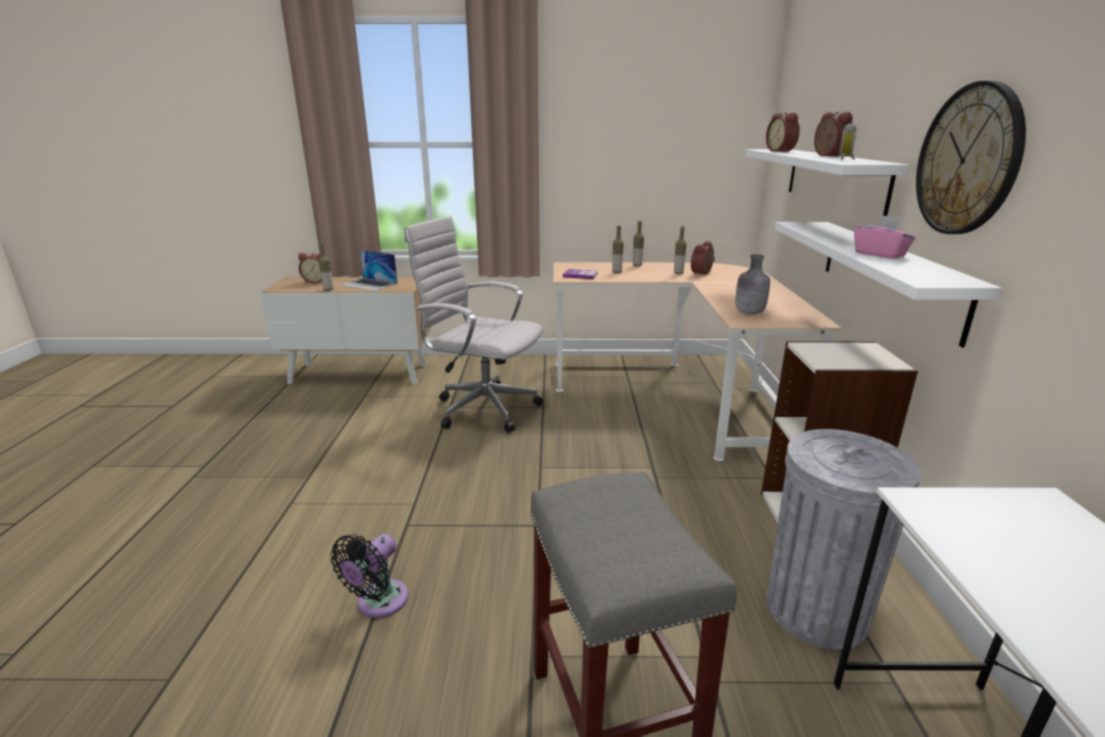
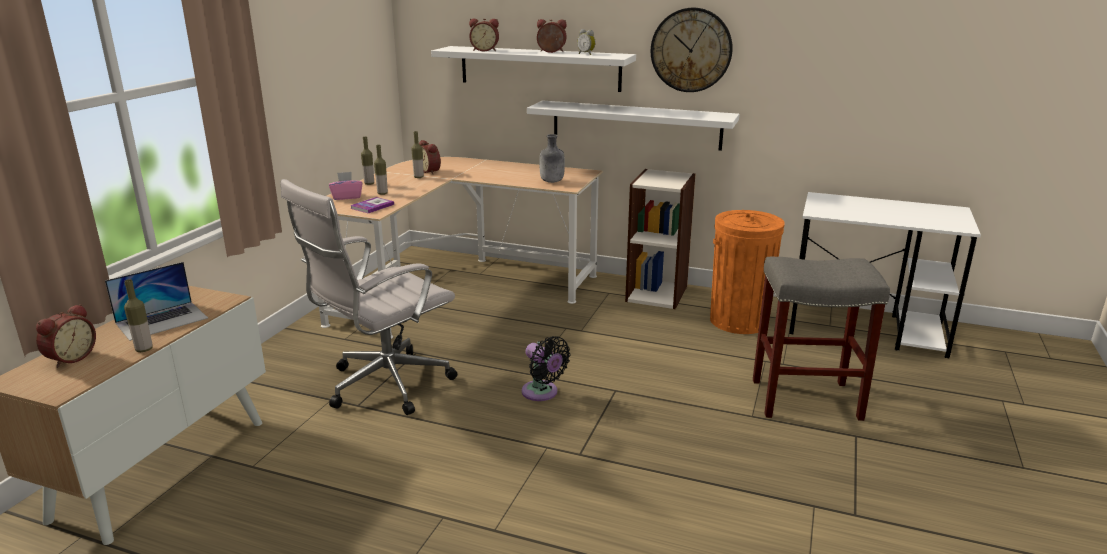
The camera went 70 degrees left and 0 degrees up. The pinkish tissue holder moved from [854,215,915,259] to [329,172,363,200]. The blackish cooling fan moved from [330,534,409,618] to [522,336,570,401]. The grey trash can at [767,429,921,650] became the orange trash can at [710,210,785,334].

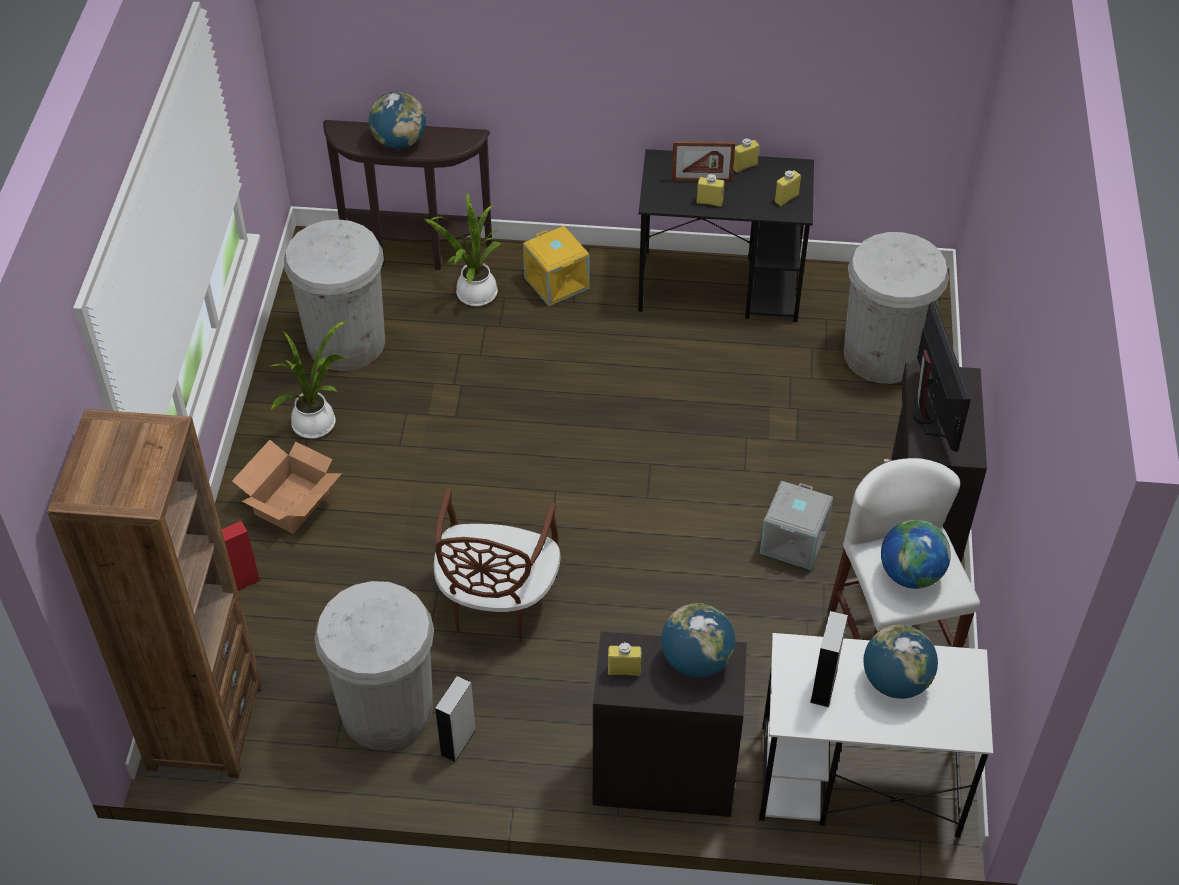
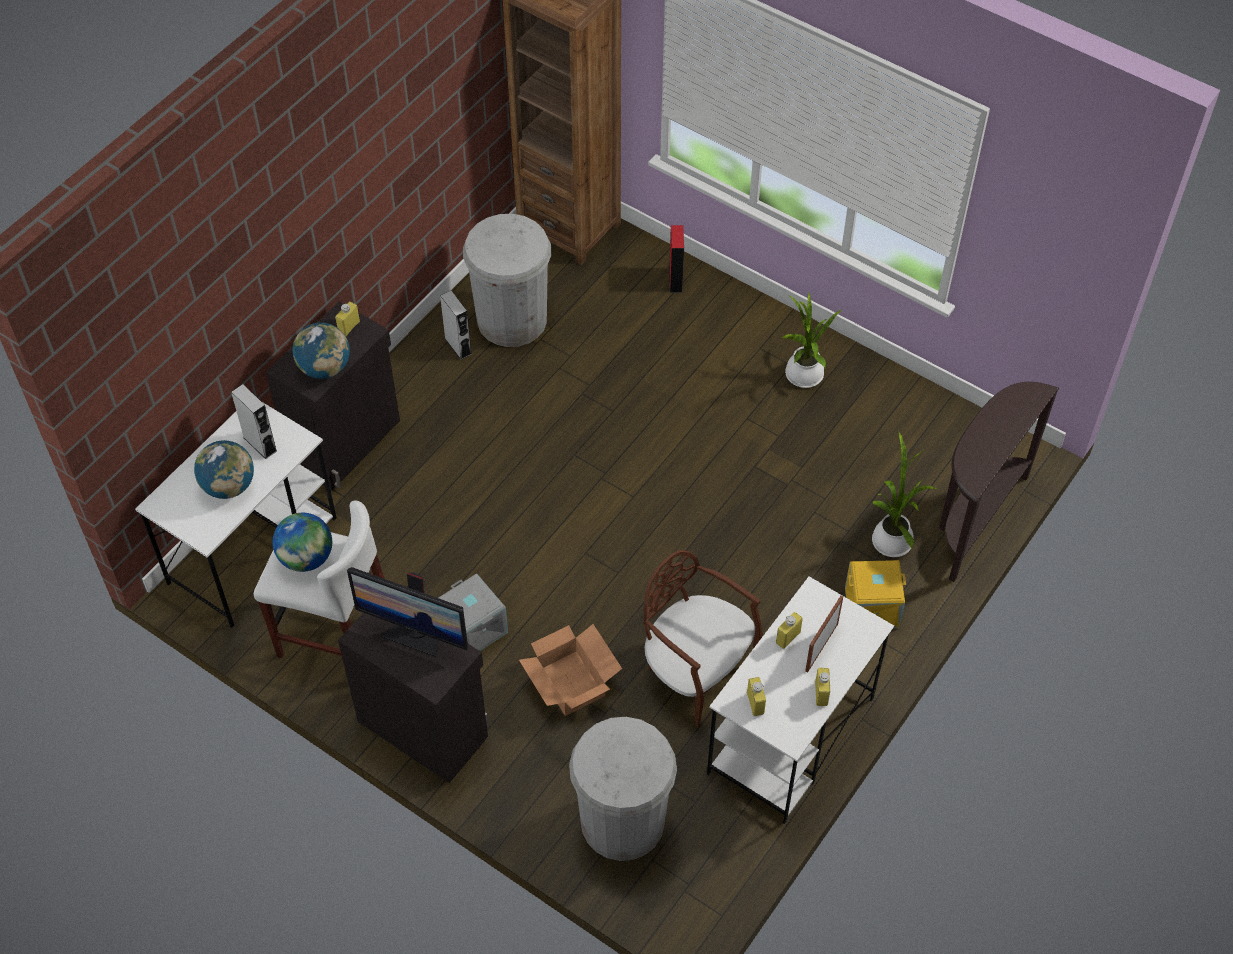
The camera went 120 degrees right and 5 degrees up. The cardboard box moved from [232,440,342,534] to [519,624,622,716]. The brownish chair moved from [433,488,561,642] to [644,550,763,727]. The blackish desk table at [638,149,814,322] became the whitish desk table at [707,576,894,824]. The whitish trash can at [284,219,385,371] disappeared. The world globe at [369,91,426,149] disappeared.

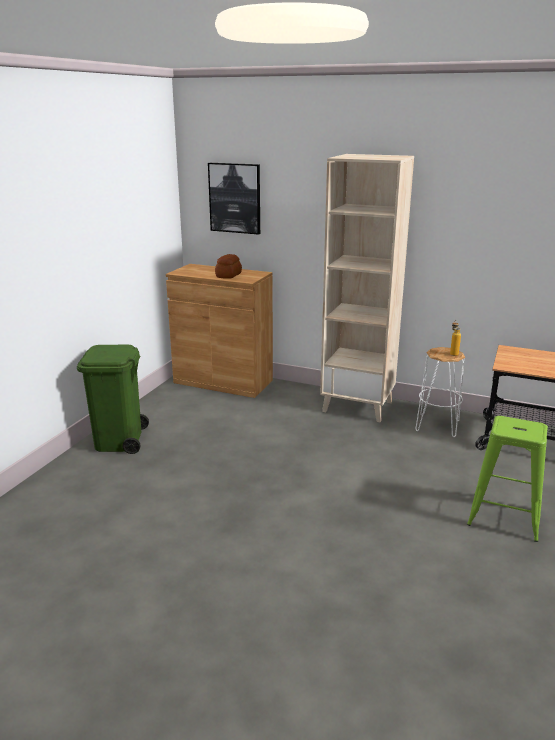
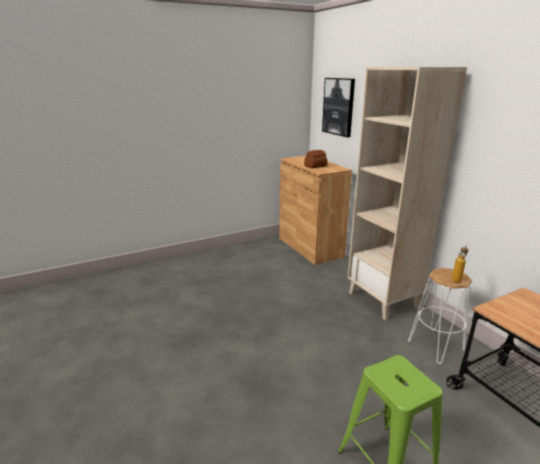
The camera went 40 degrees right and 0 degrees up. The greenish trash can at [77,345,149,454] disappeared.

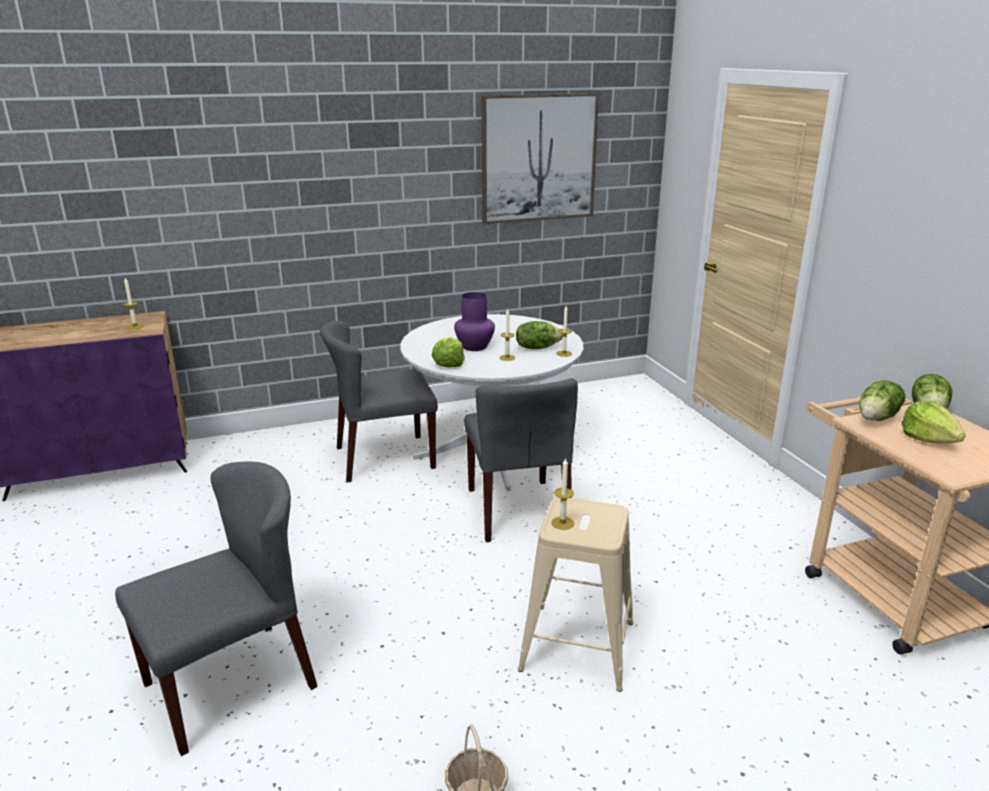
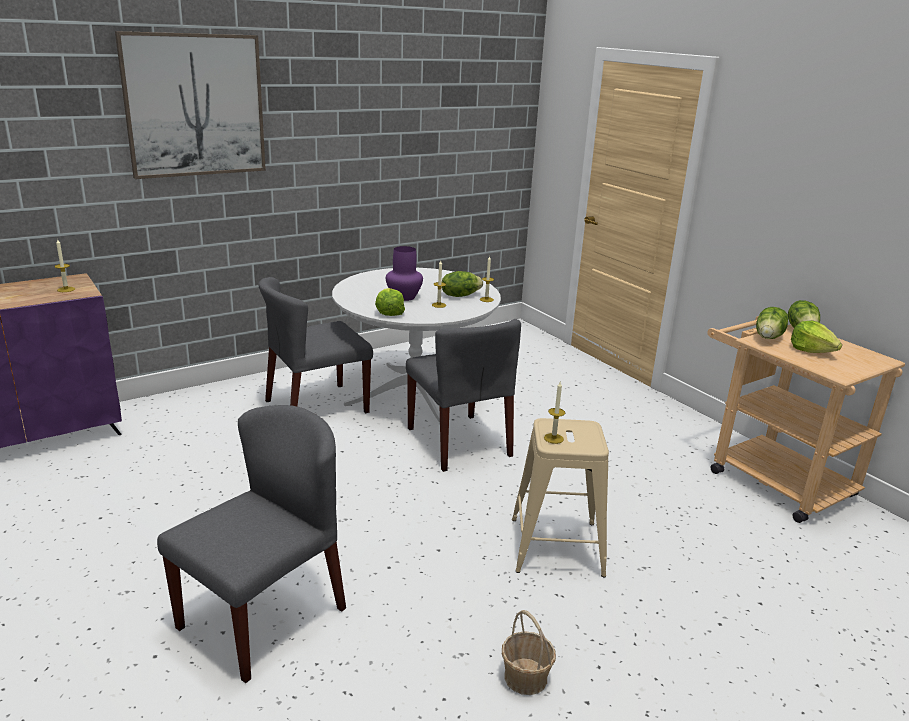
The camera went 15 degrees left and 0 degrees up. The wall picture moved from [482,93,599,224] to [115,31,266,179].

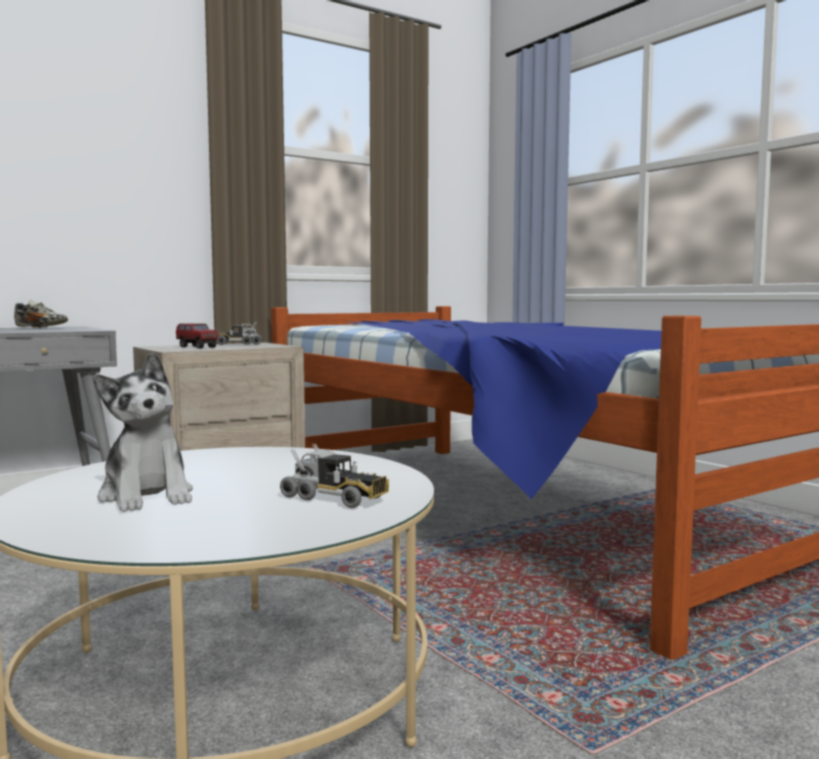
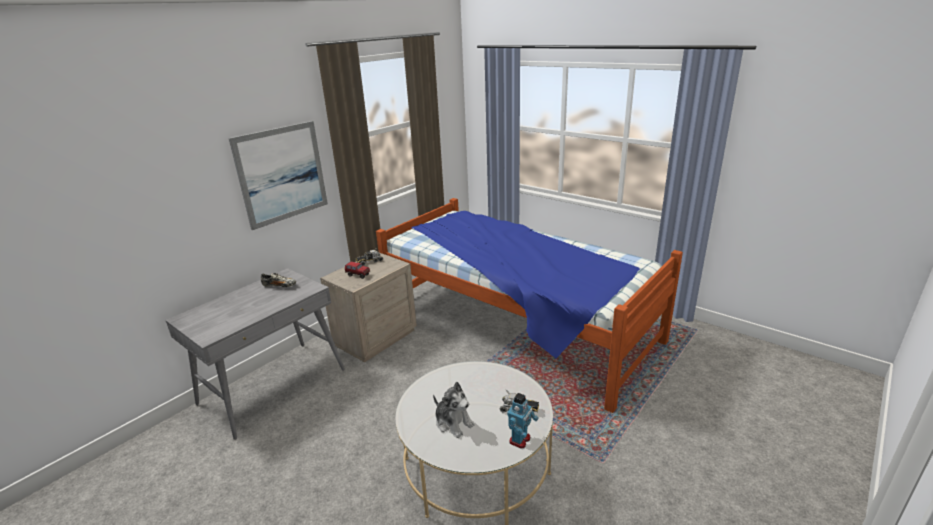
The camera went 15 degrees left and 20 degrees up. The wall picture at [229,121,328,230] appeared. The toy robot at [507,393,538,449] appeared.

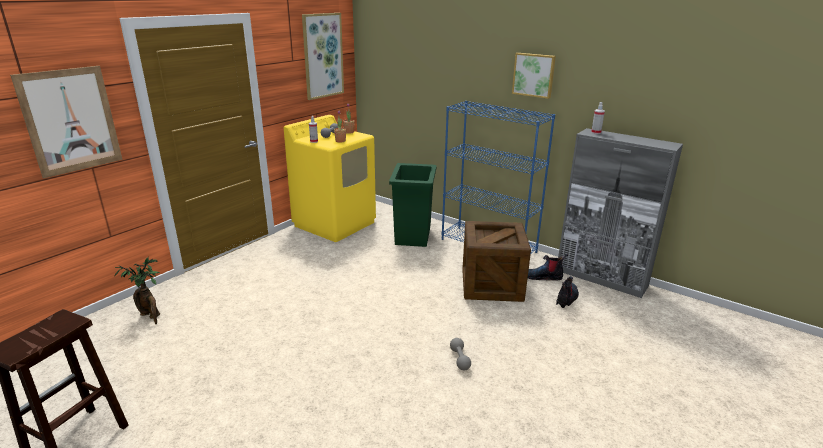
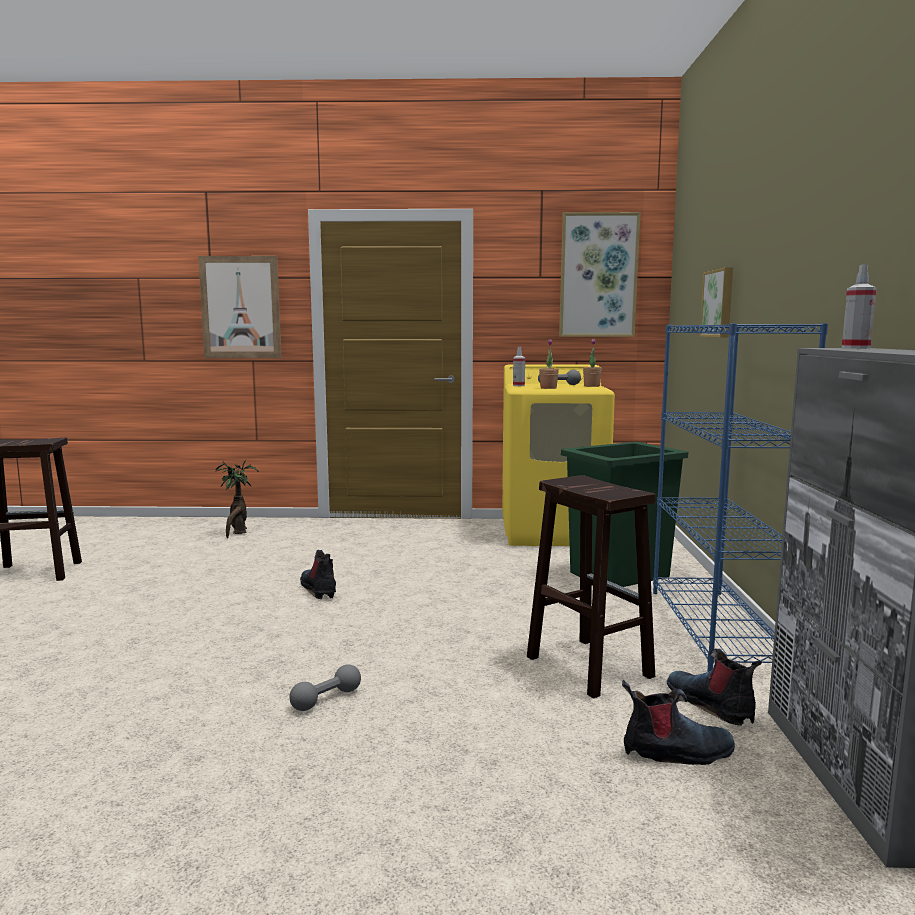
The camera went 55 degrees right and 15 degrees down. The high-top boot at [300,550,336,599] appeared. The packing crate at [462,221,531,302] was replaced by the brownish sitting stool at [527,475,656,699]. The wall picture moved from [512,53,556,99] to [700,267,733,337].

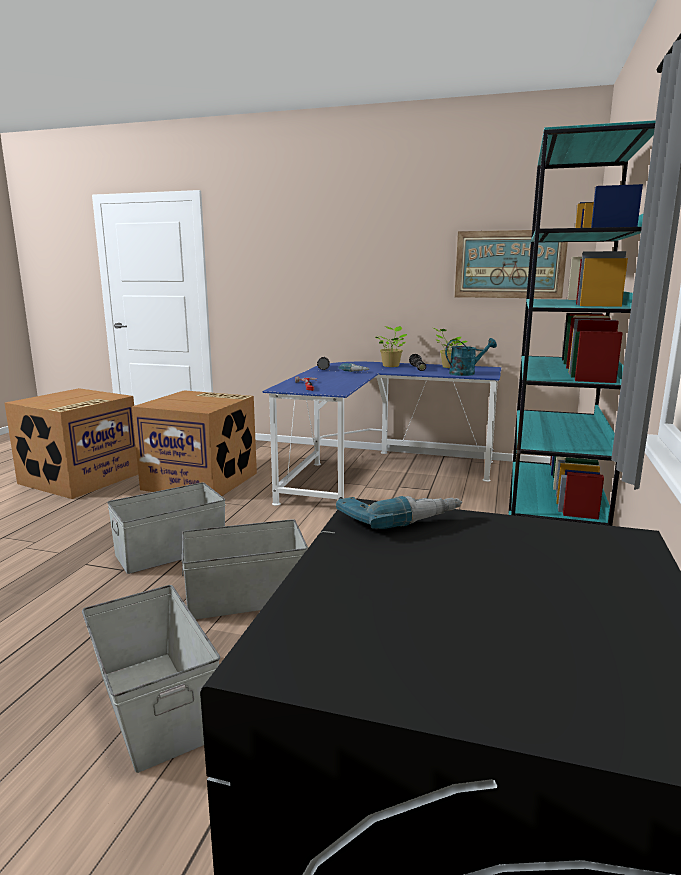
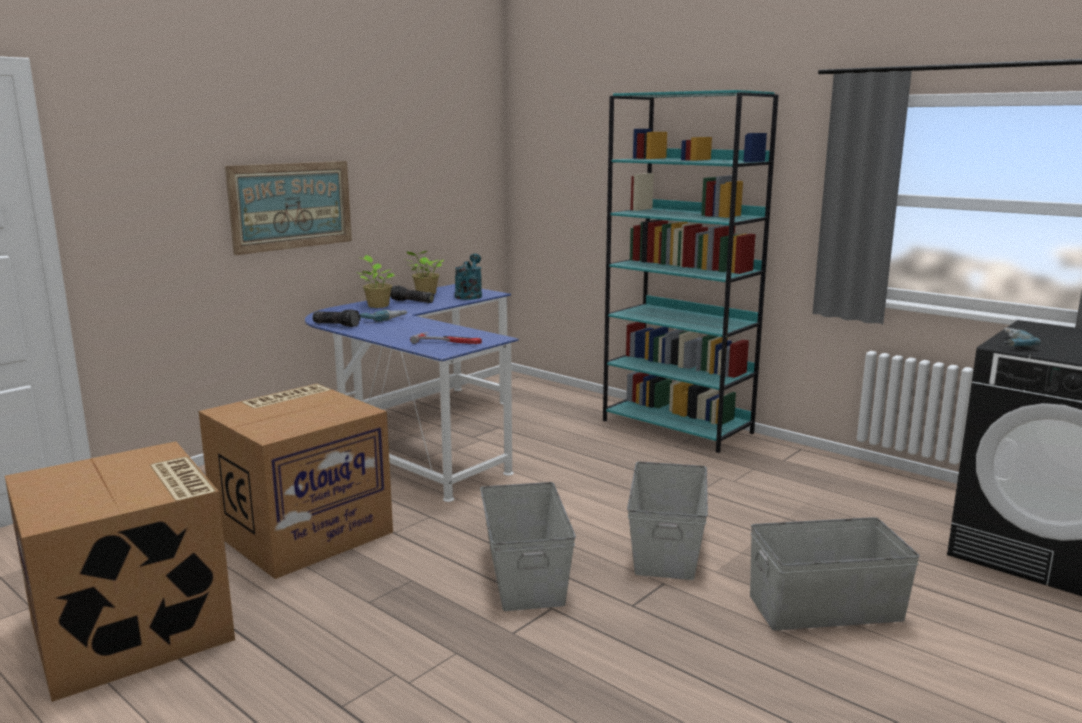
The camera went 65 degrees left and 0 degrees up. The wall picture moved from [455,230,568,299] to [225,161,352,255].

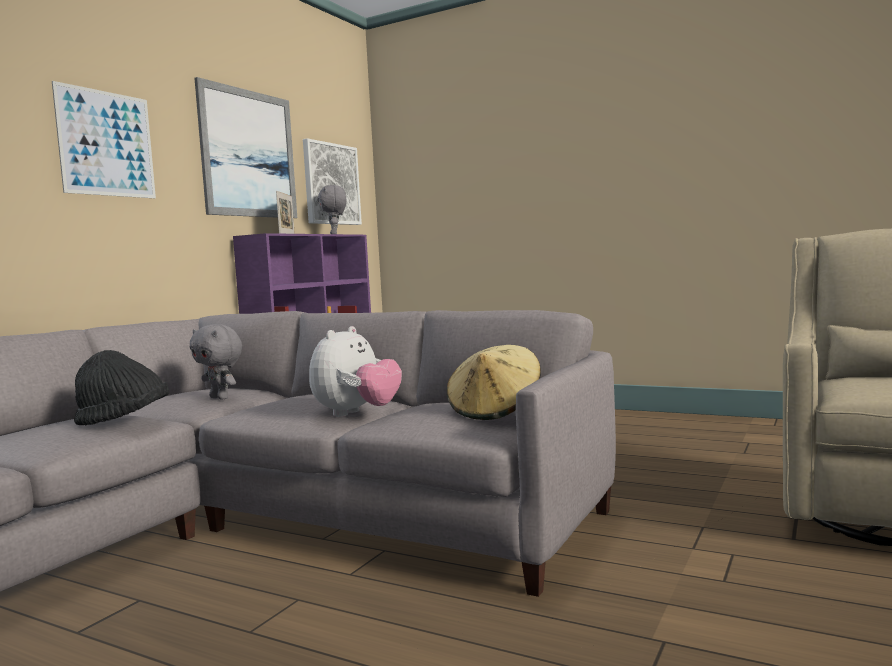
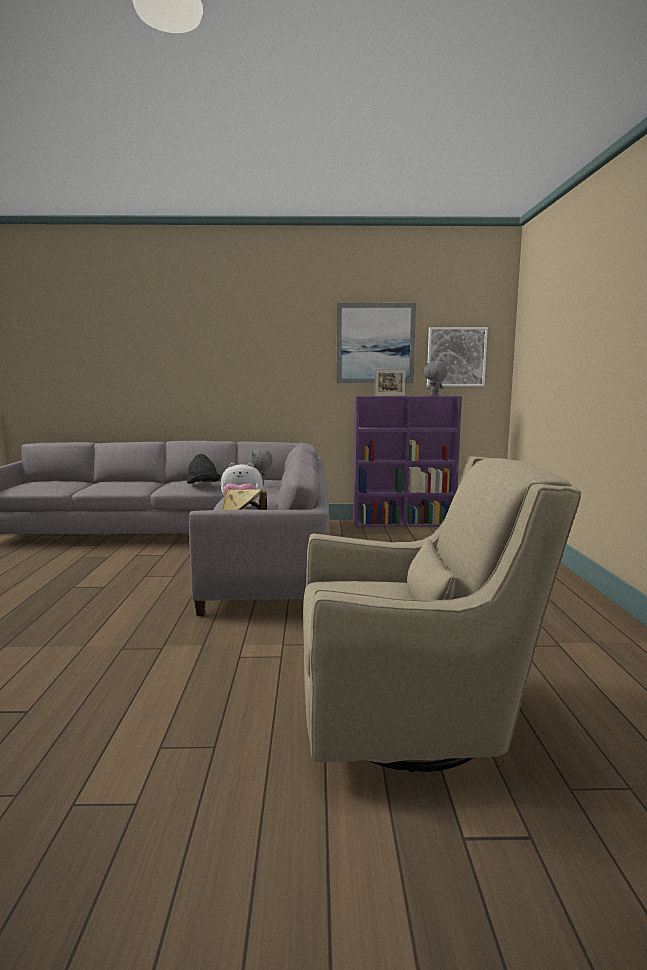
The camera went 60 degrees right and 5 degrees up. The wall picture at [52,81,156,198] disappeared.

